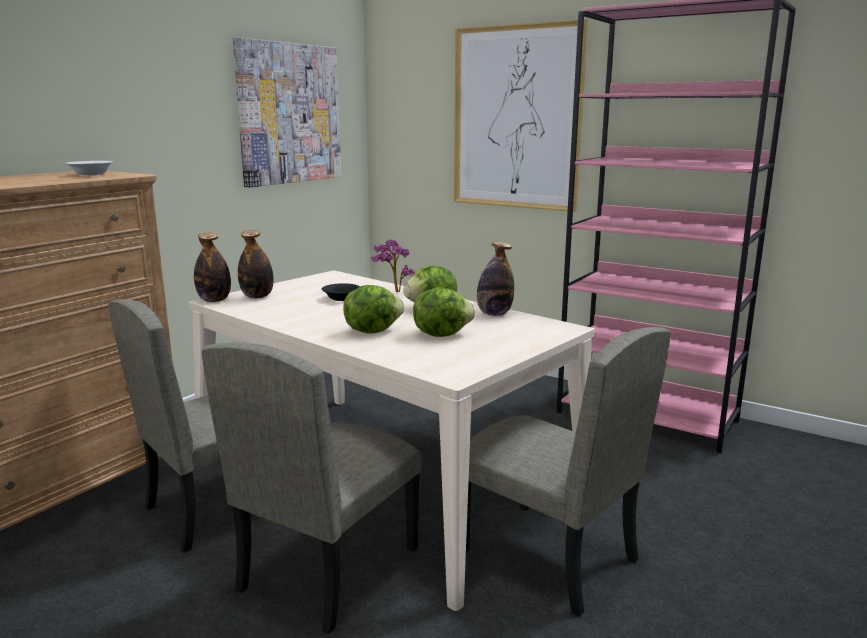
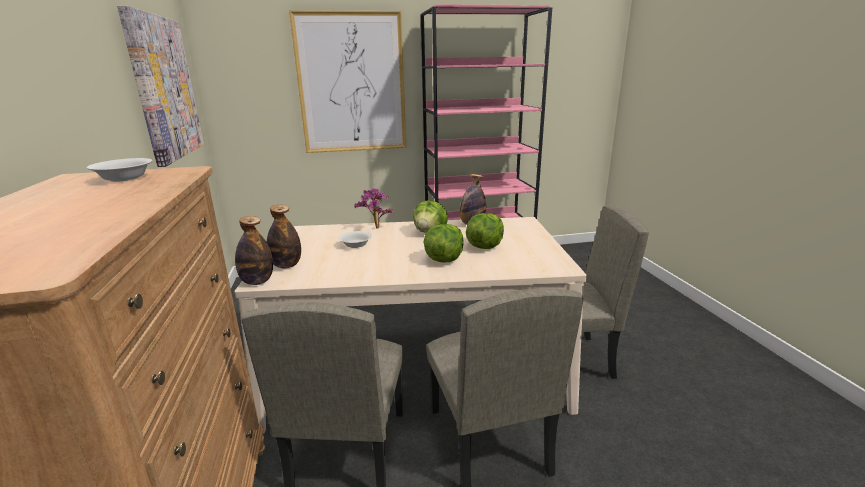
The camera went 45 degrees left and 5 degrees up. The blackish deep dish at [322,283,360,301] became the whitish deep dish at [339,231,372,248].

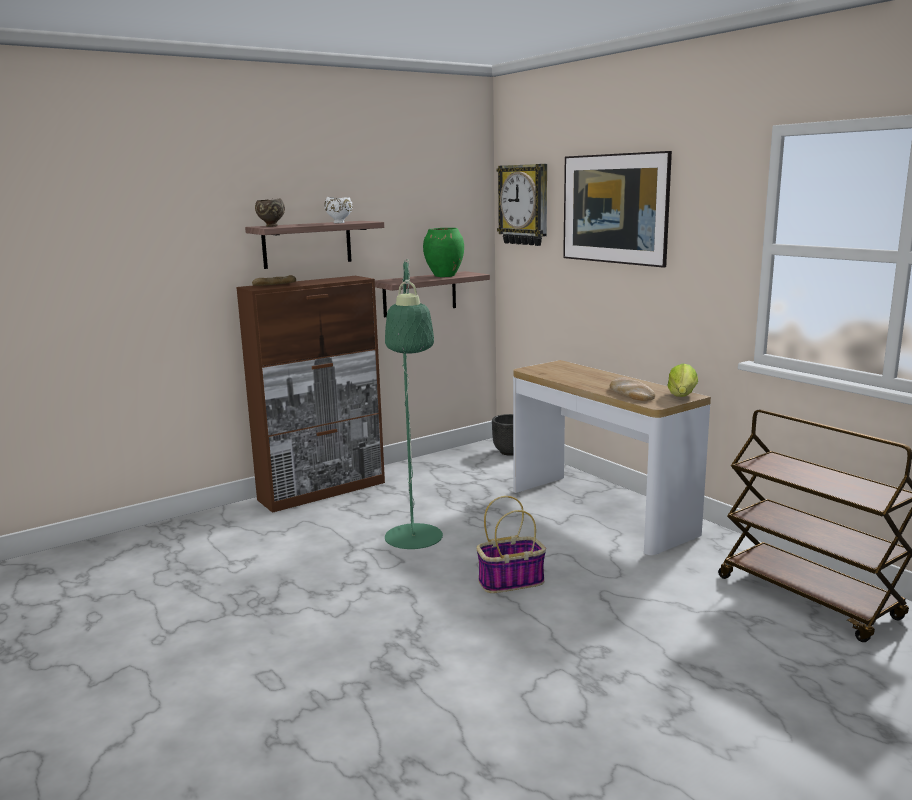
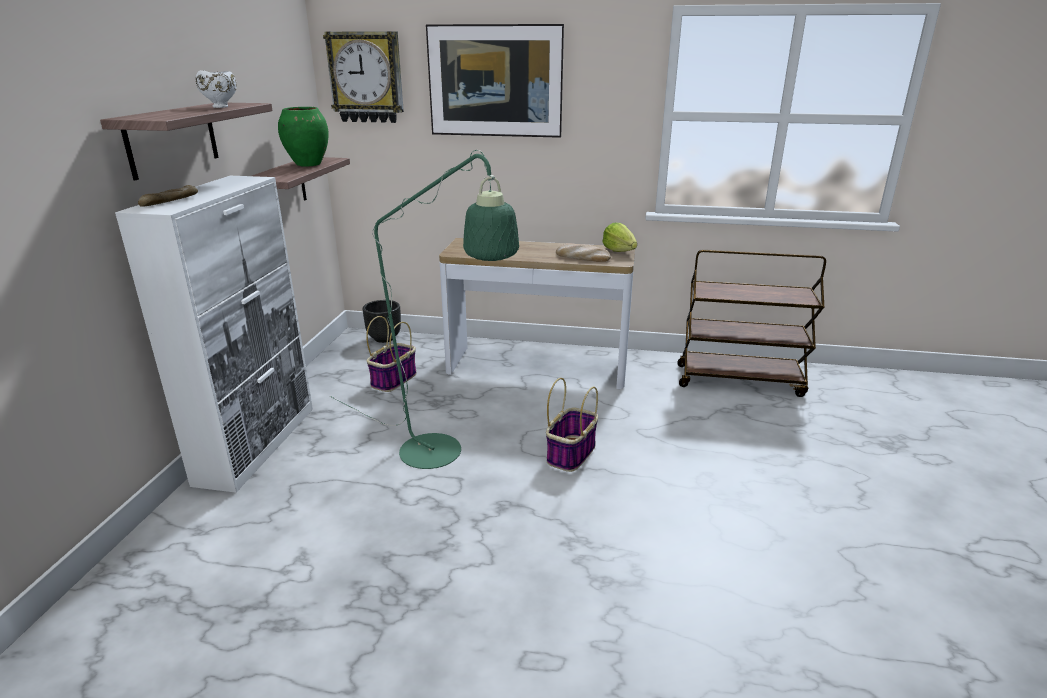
The camera went 45 degrees left and 10 degrees up. The brownish storage cabinet at [236,276,385,513] became the whitish storage cabinet at [115,176,313,493]. The basket at [366,316,417,392] appeared. The brownish deep dish at [255,198,285,227] disappeared.

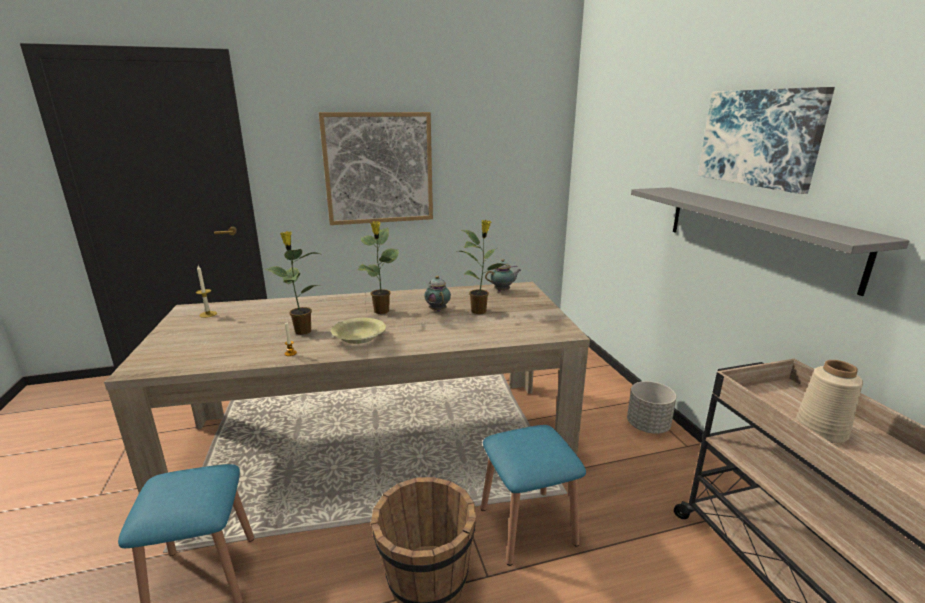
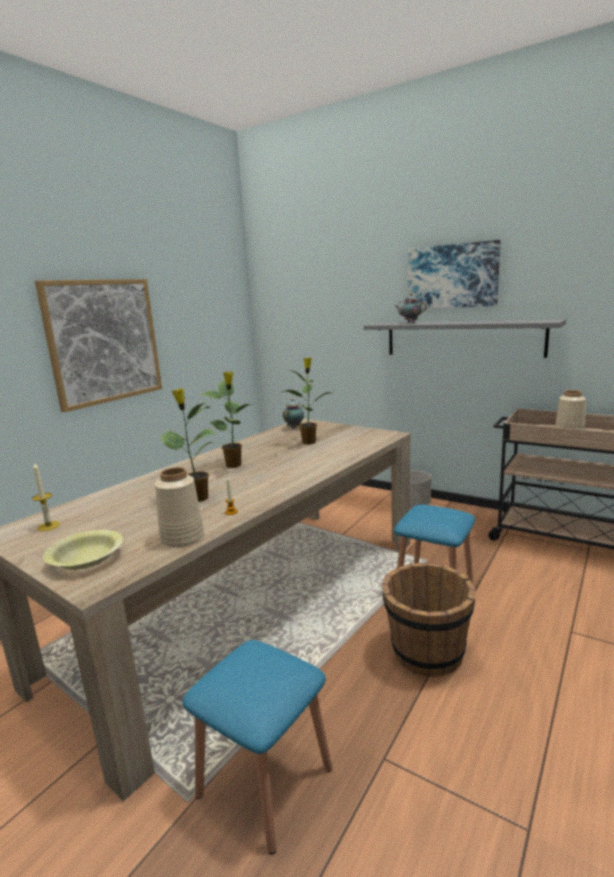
The camera went 40 degrees left and 5 degrees down. The yellowish deep dish moved from [331,318,386,344] to [43,530,123,570]. The beige-coloured vase at [155,467,204,547] appeared. The teapot moved from [425,276,451,312] to [395,294,427,323].

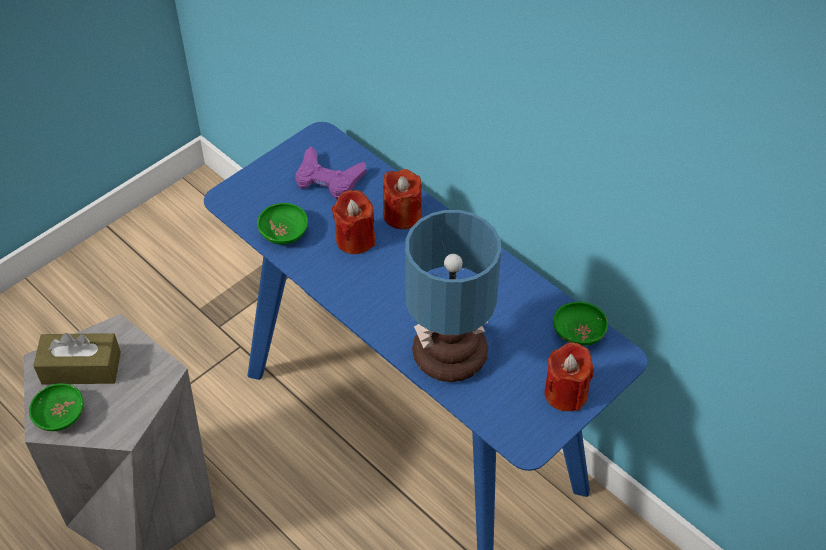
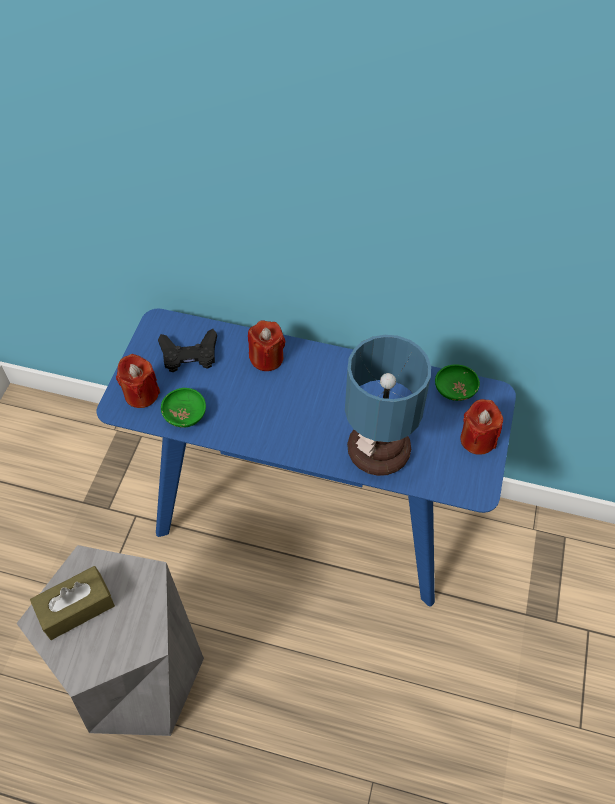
The camera went 30 degrees left and 5 degrees up. The reddish wax light moved from [332,190,375,254] to [116,354,160,408]. The purple joypad at [295,147,366,200] became the blackish joypad at [158,329,217,372]. The greenish deep dish at [29,383,84,431] disappeared.

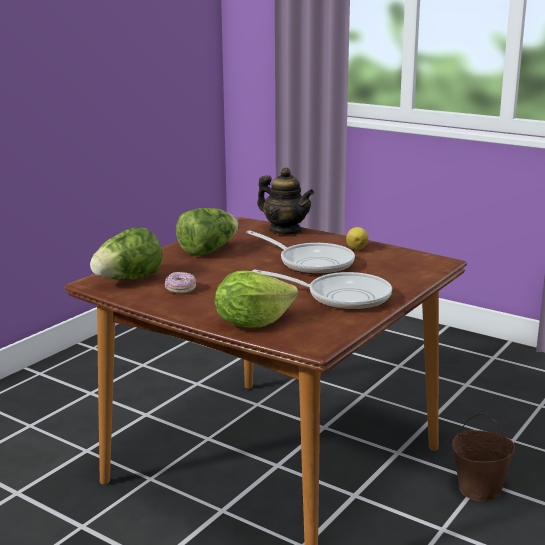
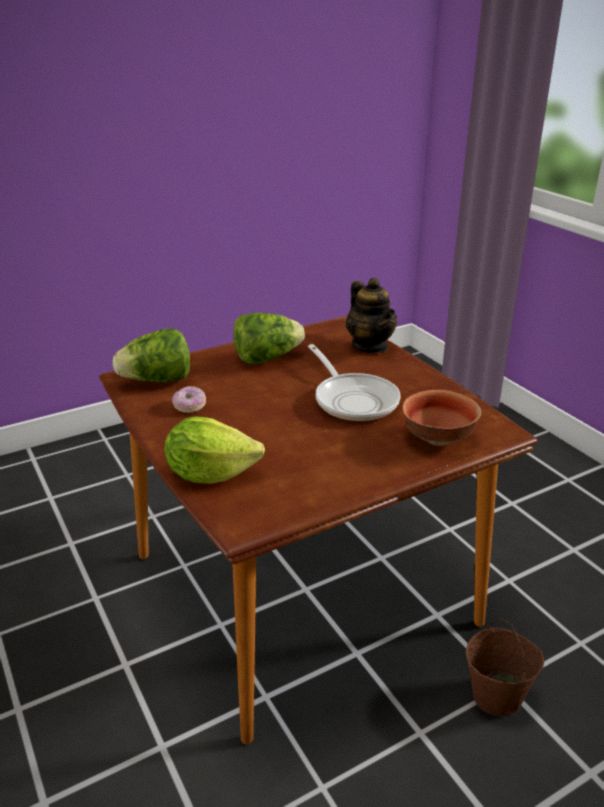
The camera went 25 degrees right and 10 degrees up. The deep dish at [402,390,482,446] appeared. The skillet at [252,270,392,310] disappeared. The citrus fruit at [346,227,368,250] disappeared.

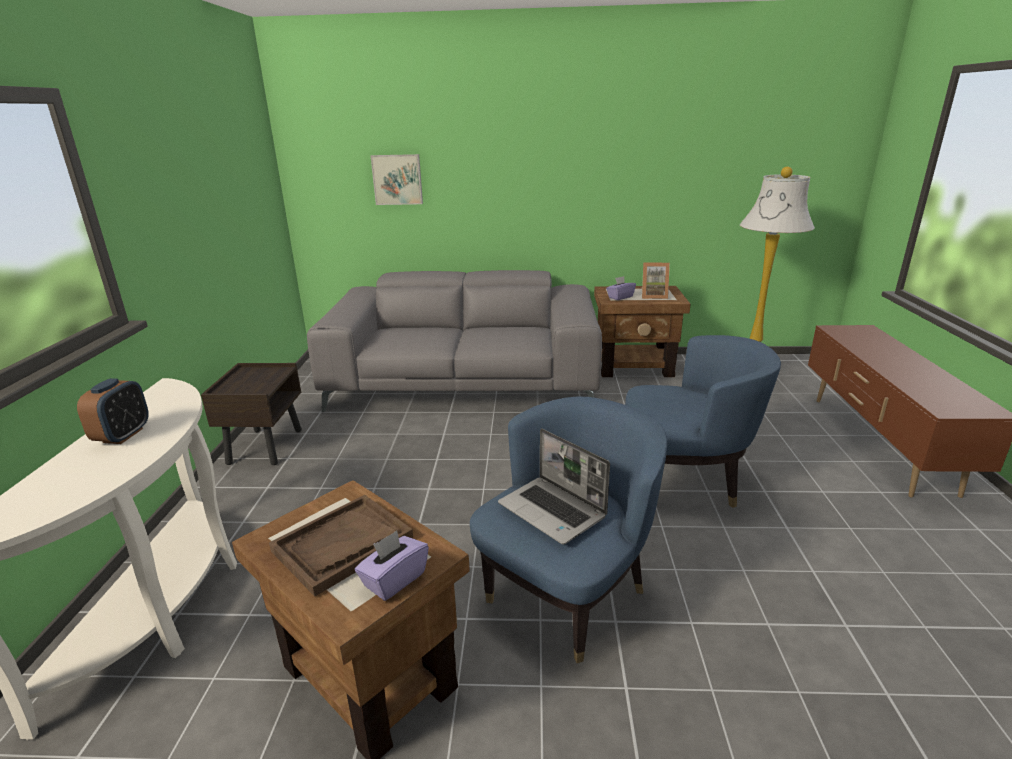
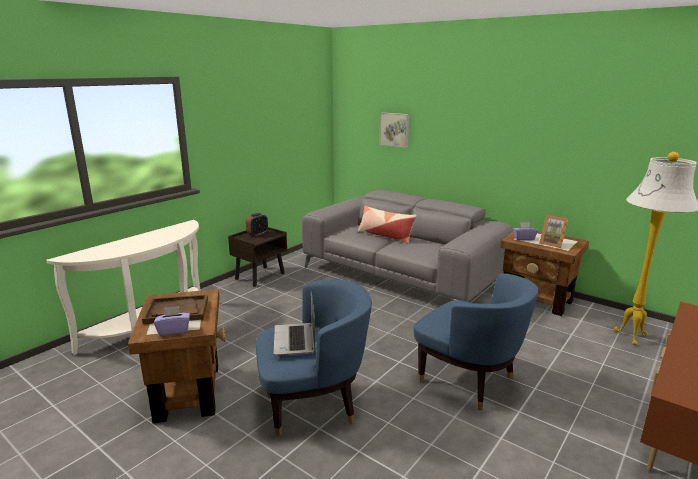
The camera went 35 degrees right and 5 degrees down. The alarm clock moved from [77,378,149,444] to [246,213,268,236]. The cushion at [358,206,416,244] appeared.

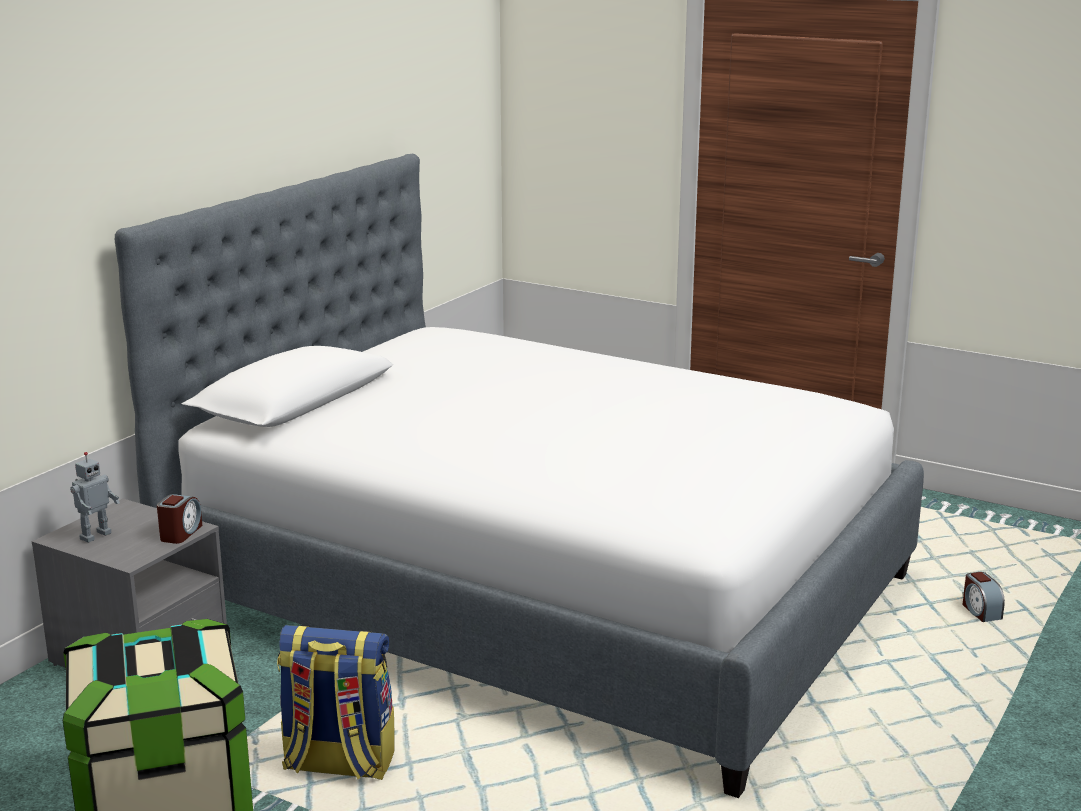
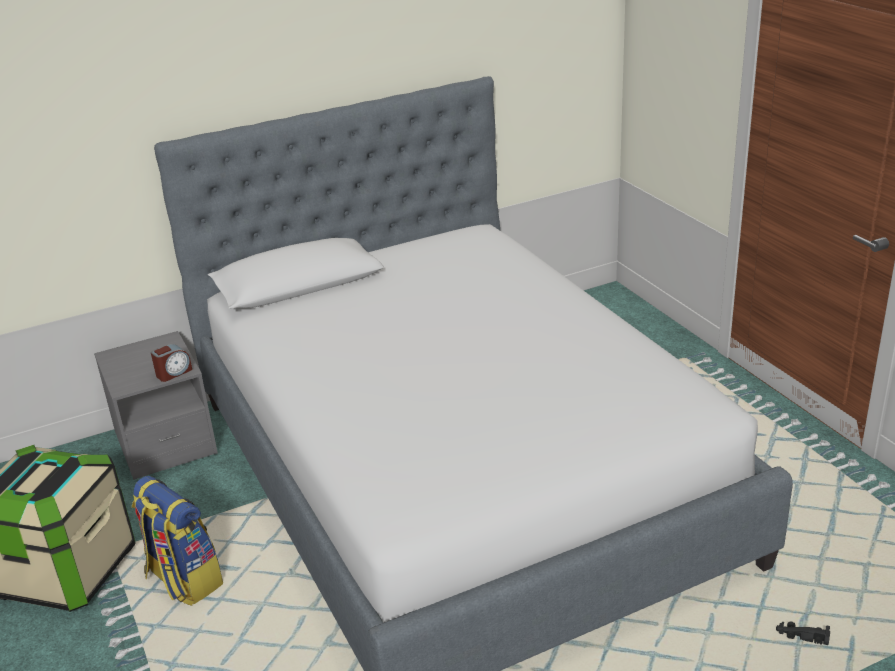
The camera went 35 degrees right and 10 degrees up. The alarm clock at [962,572,1005,622] was replaced by the blackish toy car at [776,622,830,645]. The toy robot at [70,452,120,543] disappeared.

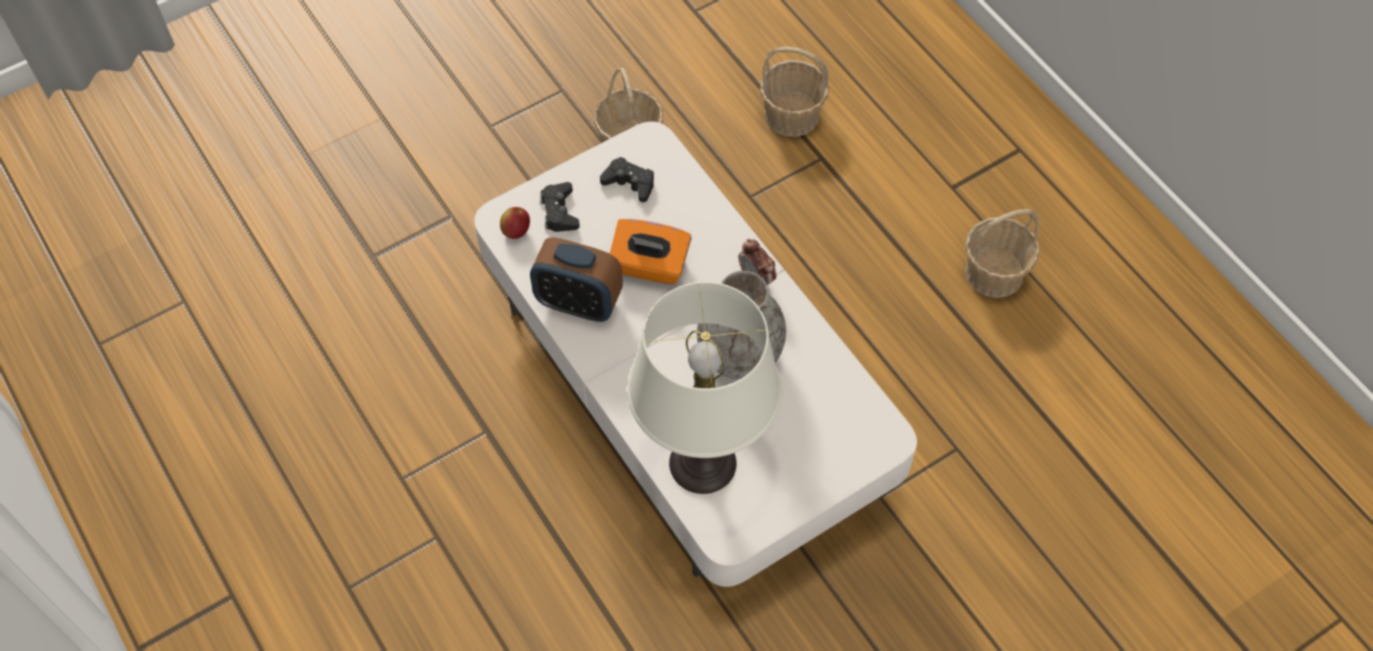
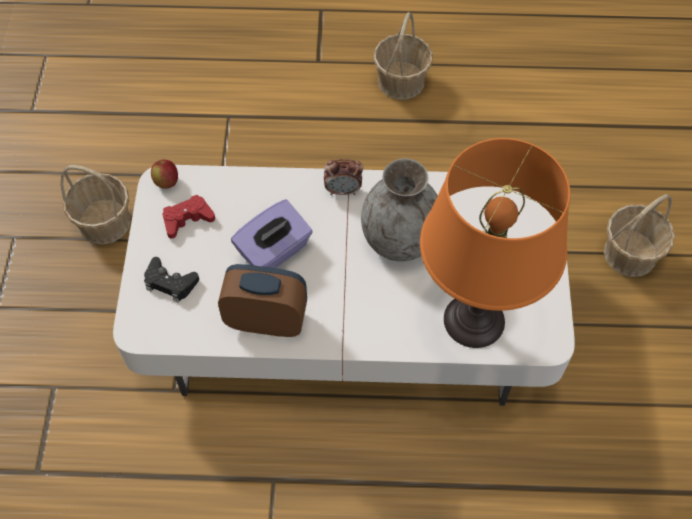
The camera went 55 degrees left and 0 degrees up. The whole apple moved from [500,207,530,239] to [151,160,178,189]. The blackish joypad at [600,157,654,202] became the reddish joypad at [163,195,215,238]. The alarm clock at [530,237,623,322] turned 135 degrees counterclockwise. The orange tissue holder at [610,219,692,285] became the purple tissue holder at [231,199,313,268]. The whitish lamp for a table at [627,282,782,494] became the orange lamp for a table at [420,138,570,348]. The basket moved from [760,47,829,137] to [604,194,675,277].

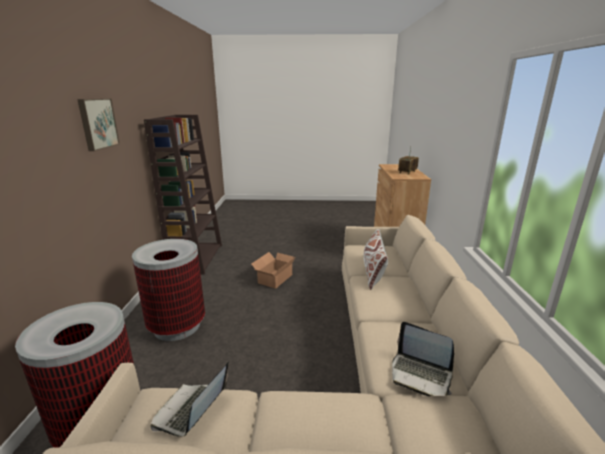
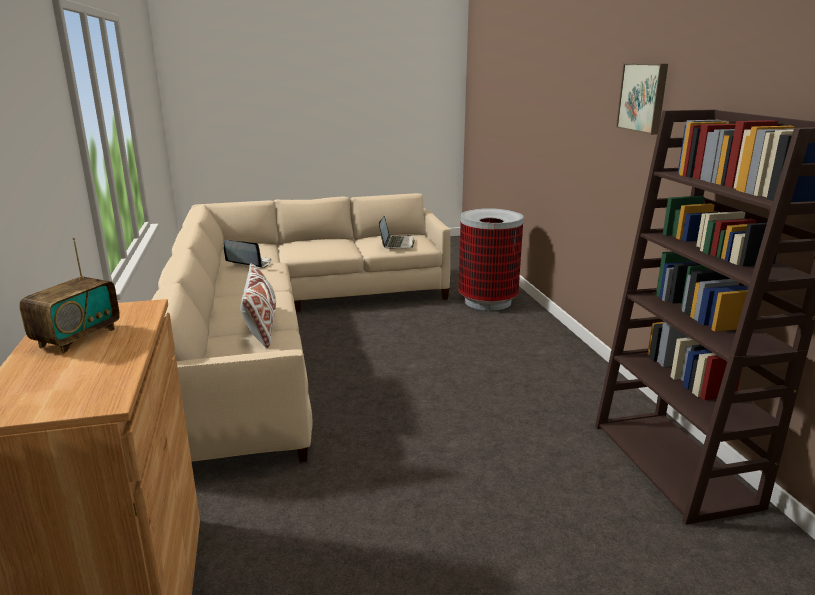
The camera went 165 degrees right and 0 degrees up. The trash can at [132,239,205,341] disappeared. The cardboard box at [251,252,295,289] disappeared.

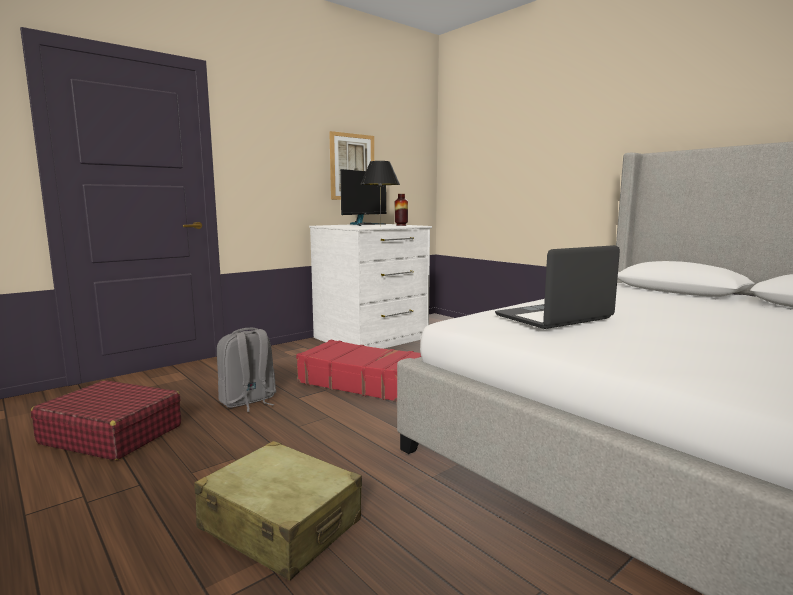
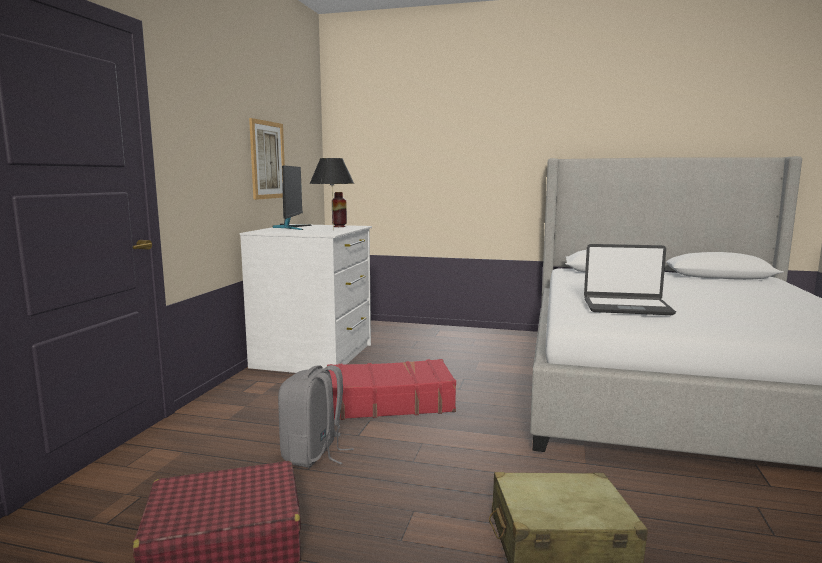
The camera went 35 degrees left and 0 degrees up. The notebook computer at [495,245,620,329] turned 105 degrees counterclockwise.

